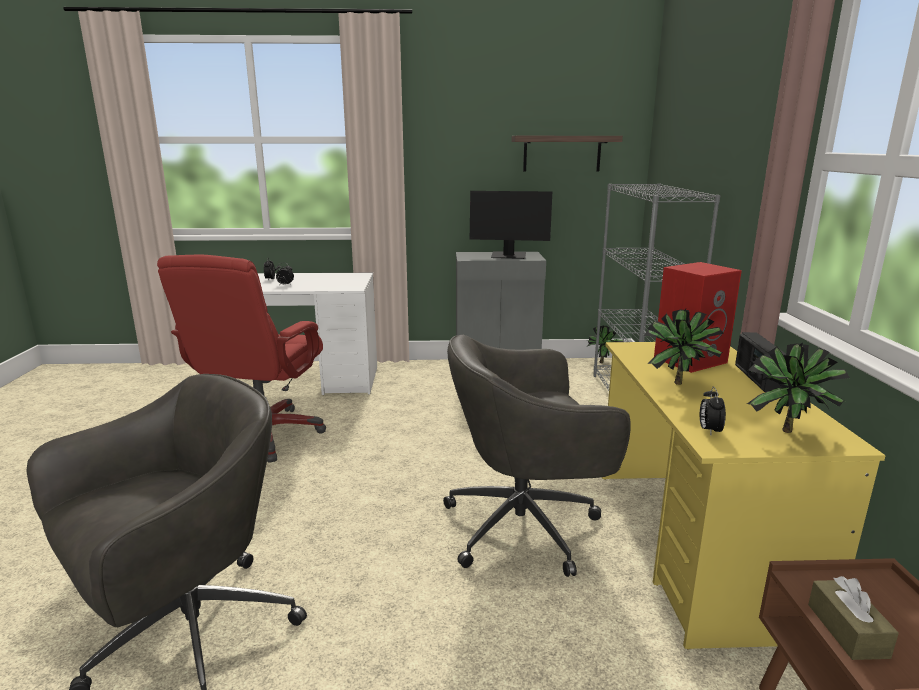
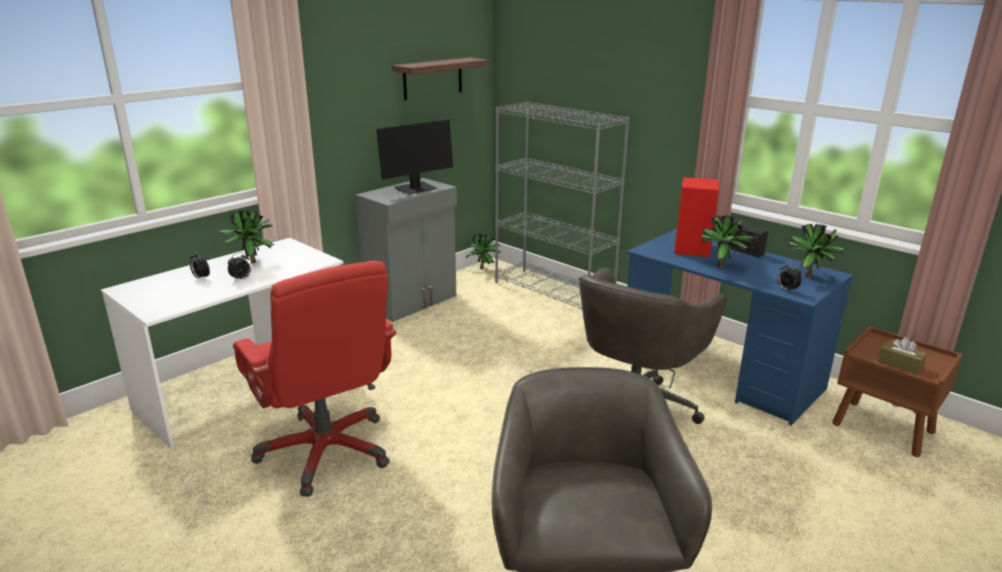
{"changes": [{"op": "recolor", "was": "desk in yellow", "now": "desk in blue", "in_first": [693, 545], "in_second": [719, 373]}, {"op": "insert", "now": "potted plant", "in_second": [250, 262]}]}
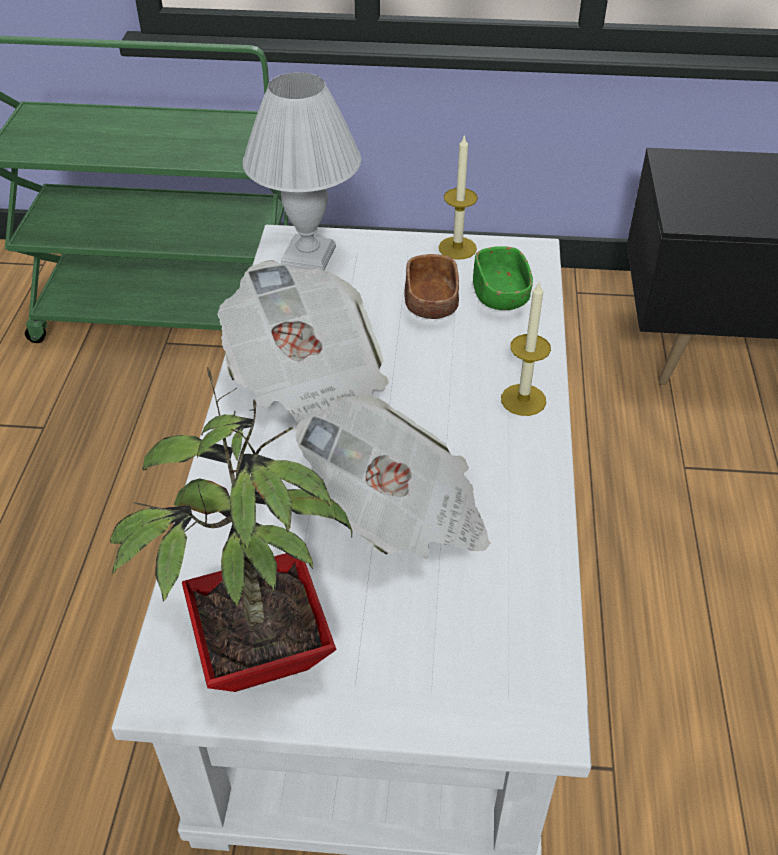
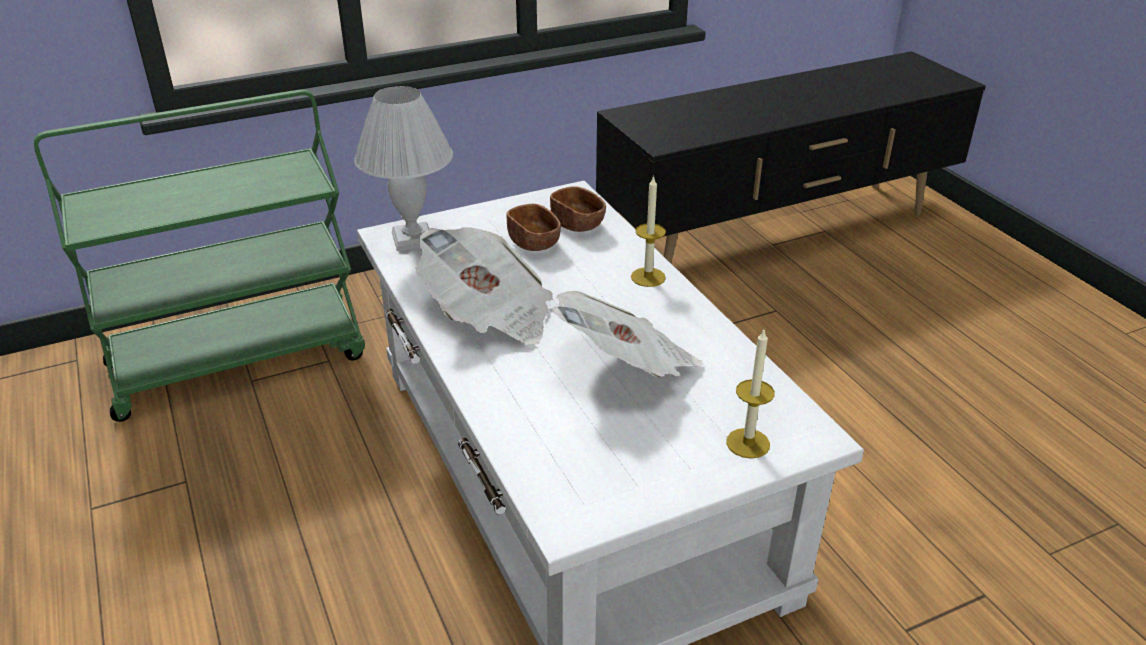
{"changes": [{"op": "move", "was": "candle", "in_first": [457, 248], "in_second": [748, 443]}, {"op": "recolor", "was": "bowl in green", "now": "bowl in brown", "in_first": [500, 296], "in_second": [577, 224]}, {"op": "delete", "was": "potted plant", "in_first": [255, 654]}]}
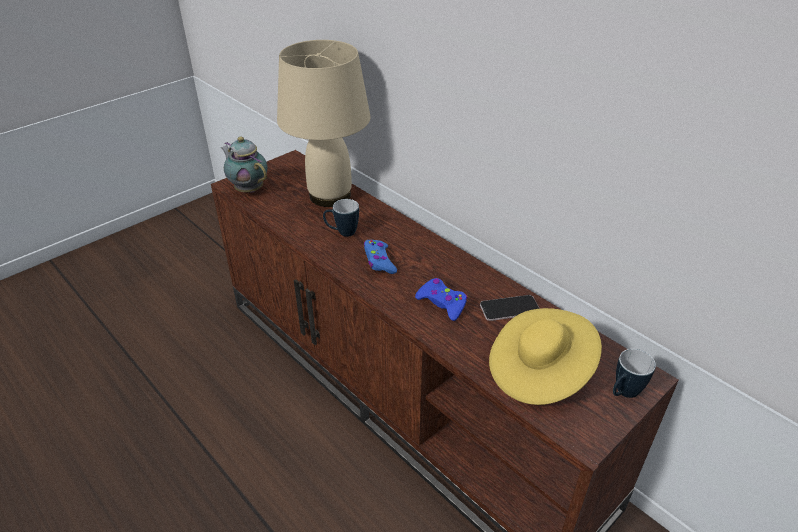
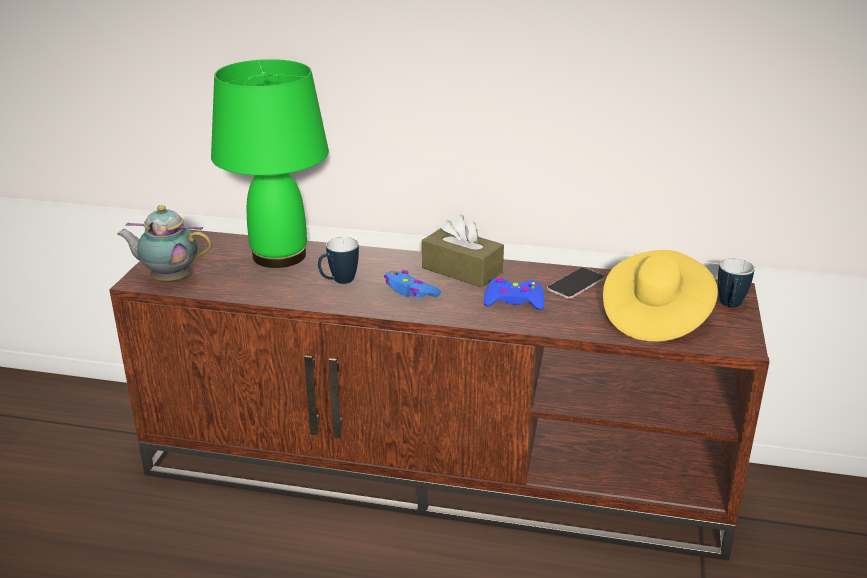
{"changes": [{"op": "recolor", "was": "table lamp in beige", "now": "table lamp in green", "in_first": [331, 196], "in_second": [280, 256]}, {"op": "insert", "now": "tissue box in brown", "in_second": [462, 270]}]}
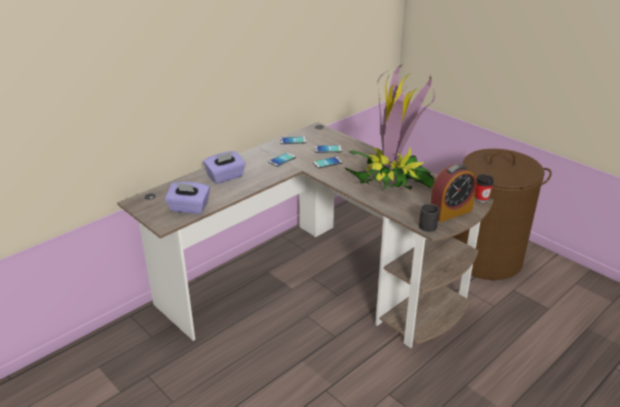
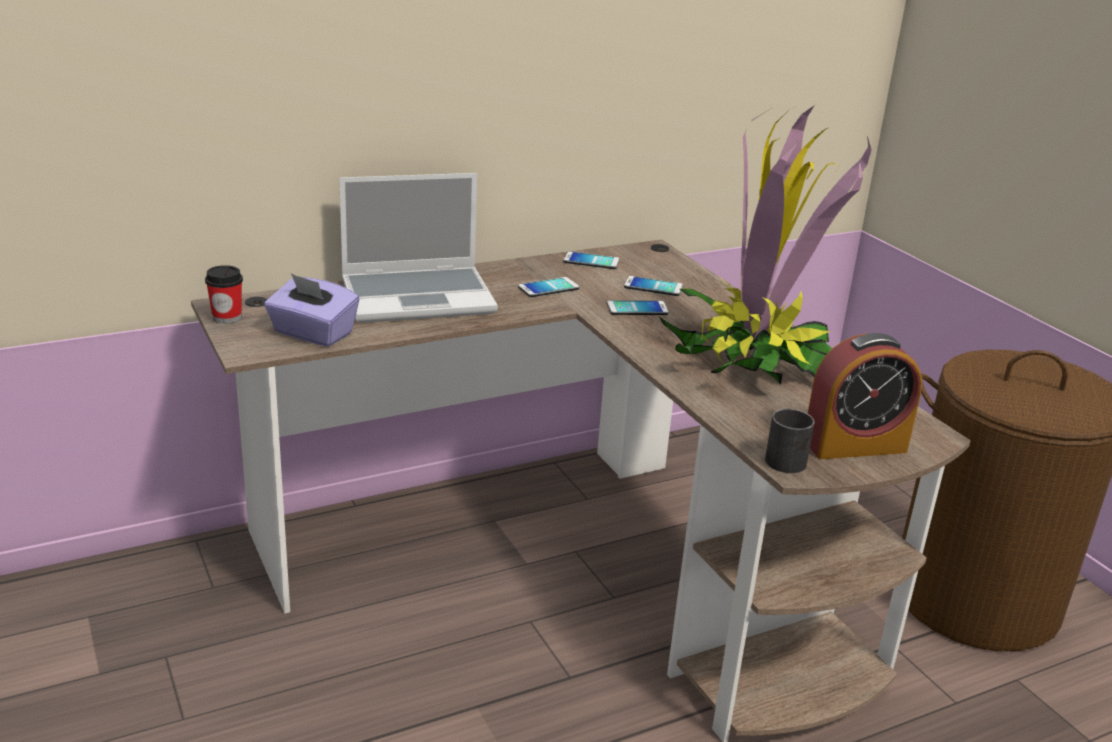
{"changes": [{"op": "replace", "was": "tissue box in purple", "now": "laptop", "in_first": [226, 177], "in_second": [419, 296]}, {"op": "move", "was": "cup", "in_first": [481, 199], "in_second": [227, 318]}]}
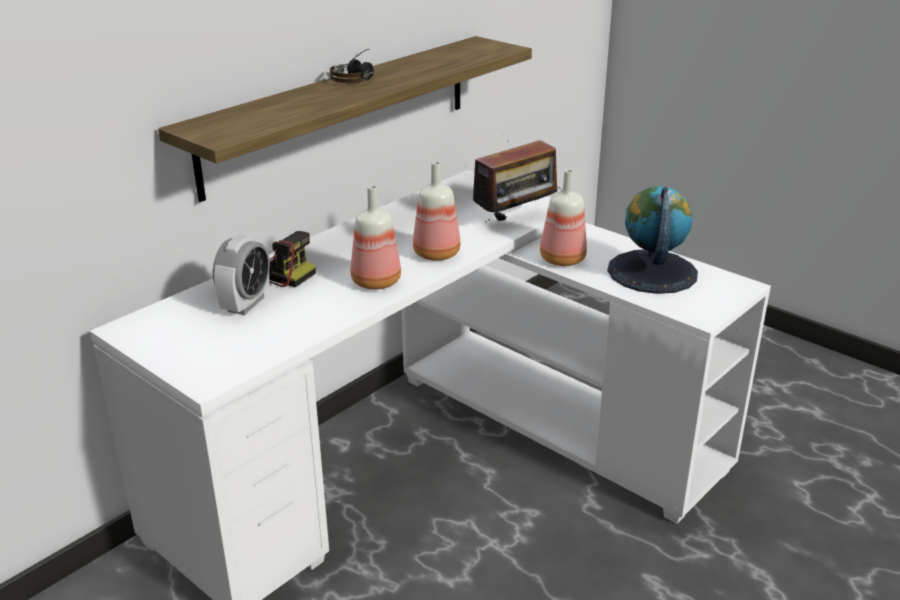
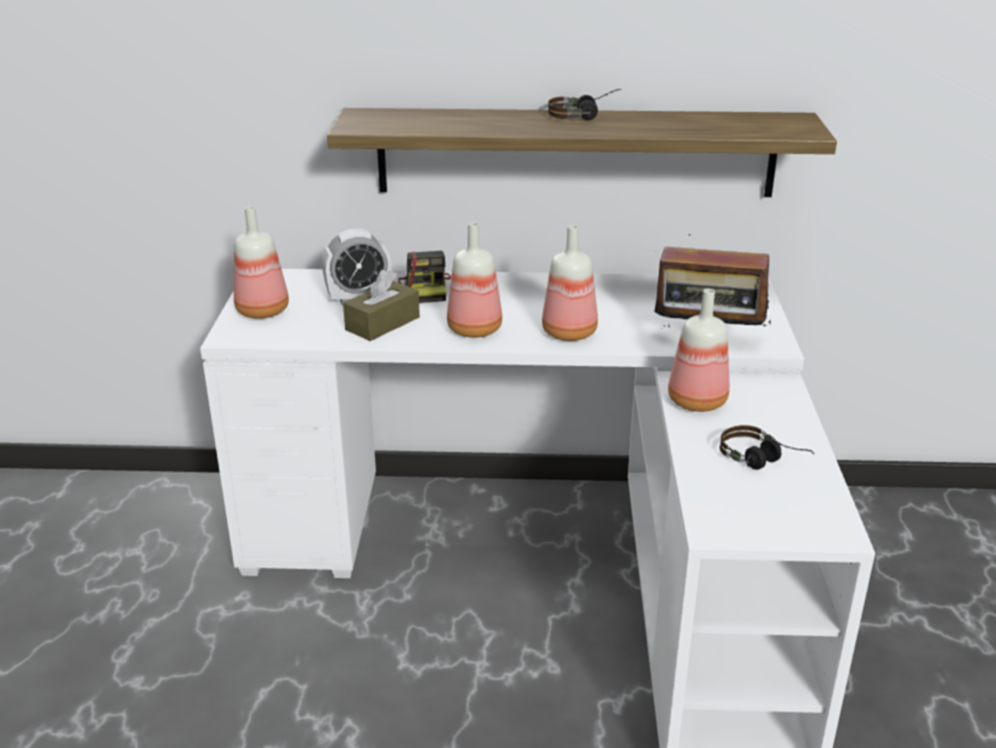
{"changes": [{"op": "replace", "was": "globe", "now": "headphones", "in_first": [651, 272], "in_second": [763, 461]}, {"op": "insert", "now": "bottle", "in_second": [264, 310]}, {"op": "insert", "now": "tissue box in brown", "in_second": [382, 323]}]}
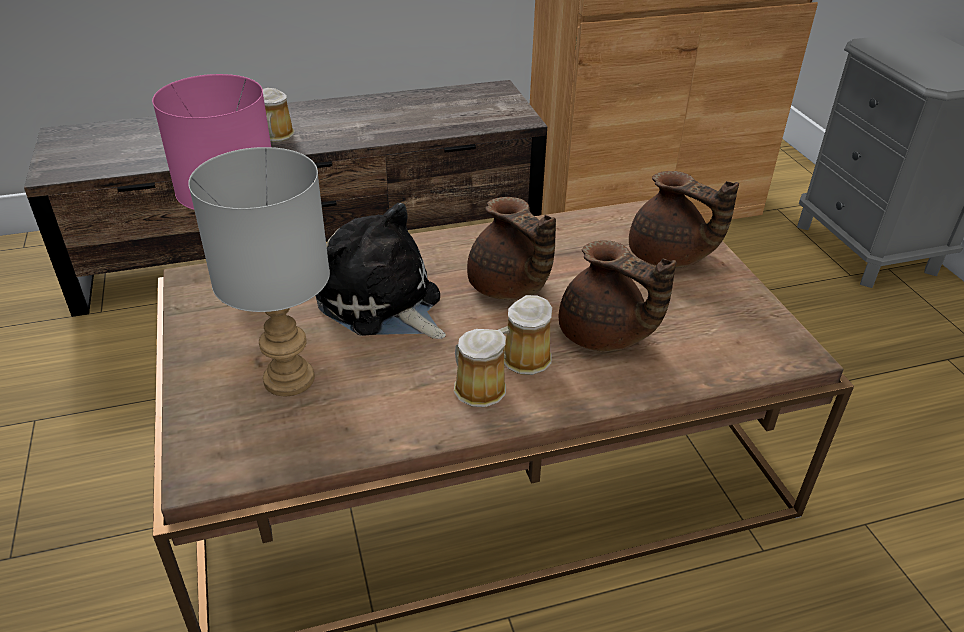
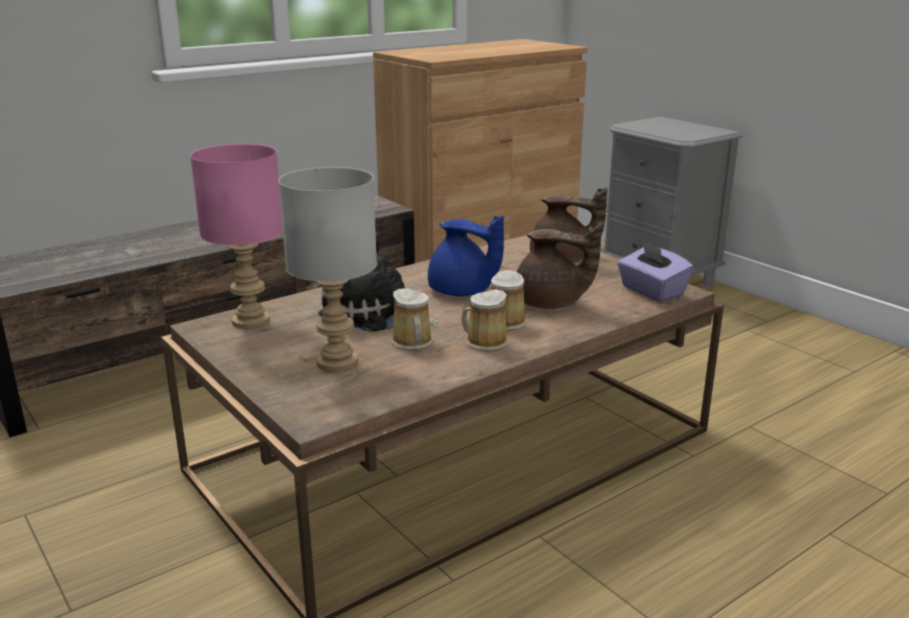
{"changes": [{"op": "move", "was": "mug", "in_first": [276, 136], "in_second": [413, 343]}, {"op": "recolor", "was": "teapot in brown", "now": "teapot in blue", "in_first": [509, 288], "in_second": [462, 292]}, {"op": "insert", "now": "tissue box in purple", "in_second": [651, 292]}]}
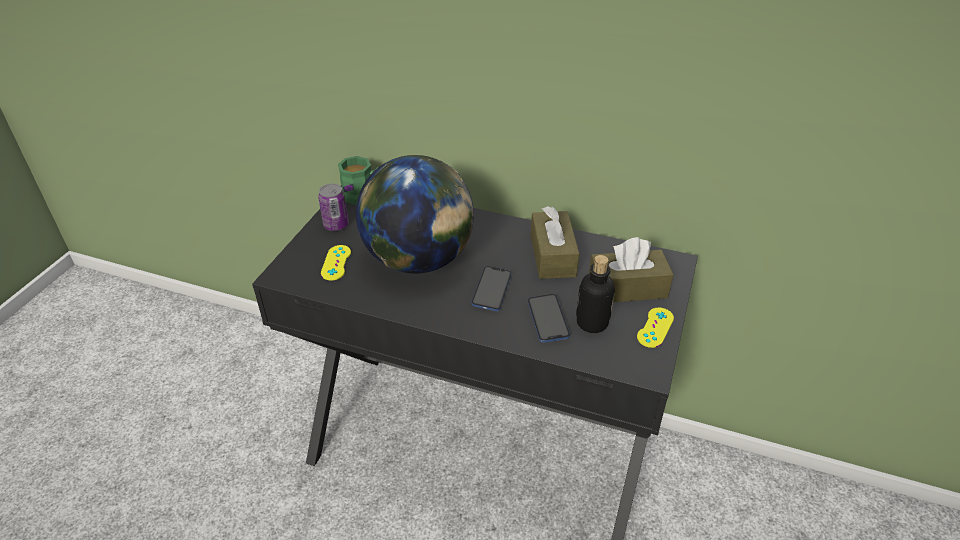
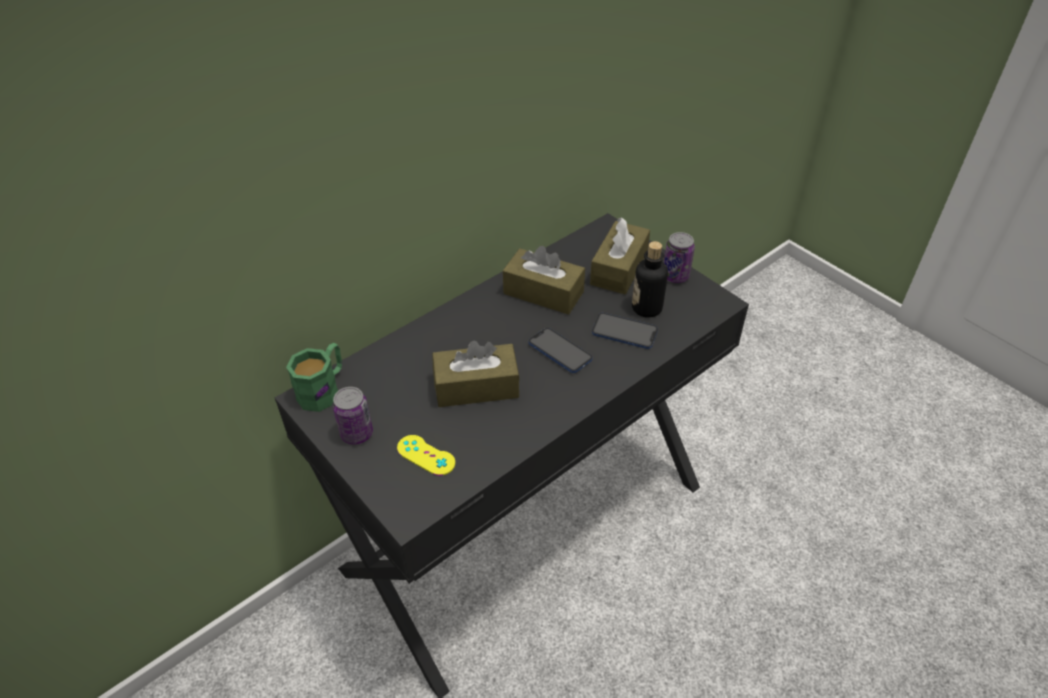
{"changes": [{"op": "replace", "was": "globe", "now": "tissue box in brown", "in_first": [418, 260], "in_second": [476, 387]}, {"op": "replace", "was": "game controller in yellow", "now": "can", "in_first": [655, 327], "in_second": [675, 276]}]}
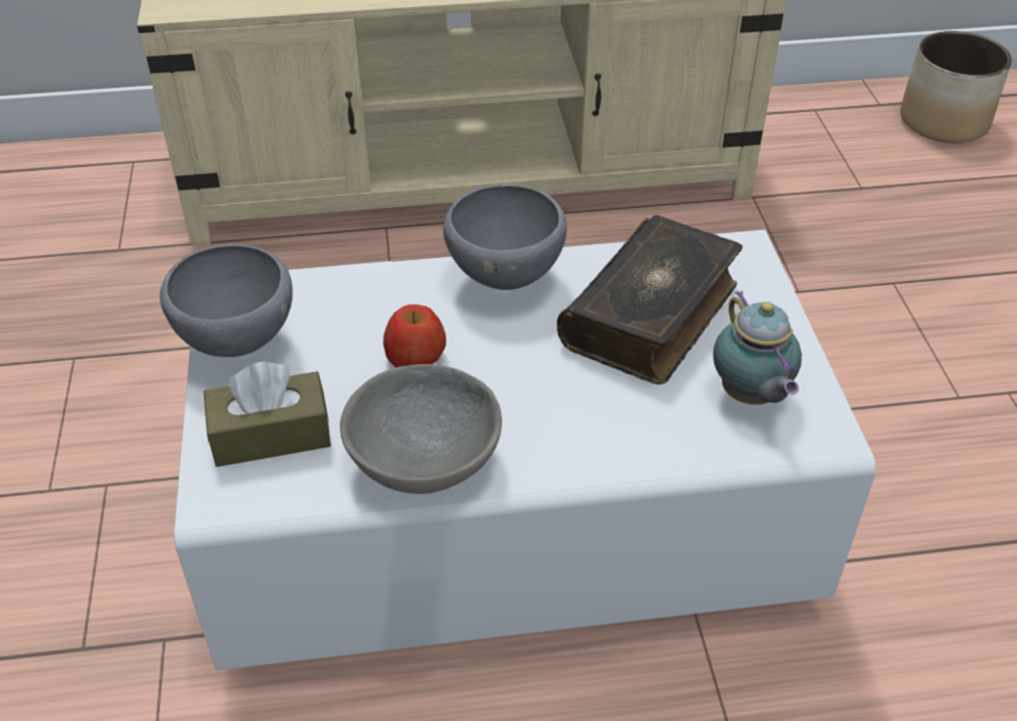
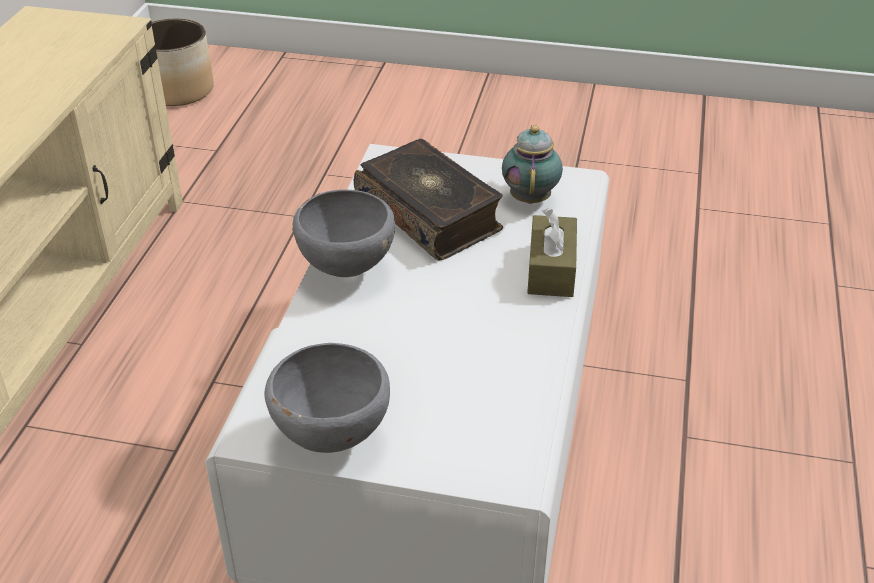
{"changes": [{"op": "rotate", "was": "teapot", "in_first": [750, 396], "in_second": [530, 197], "clockwise": -90}, {"op": "delete", "was": "apple", "in_first": [415, 358]}, {"op": "move", "was": "tissue box in brown", "in_first": [271, 435], "in_second": [551, 270]}, {"op": "delete", "was": "bowl in grey", "in_first": [426, 458]}]}
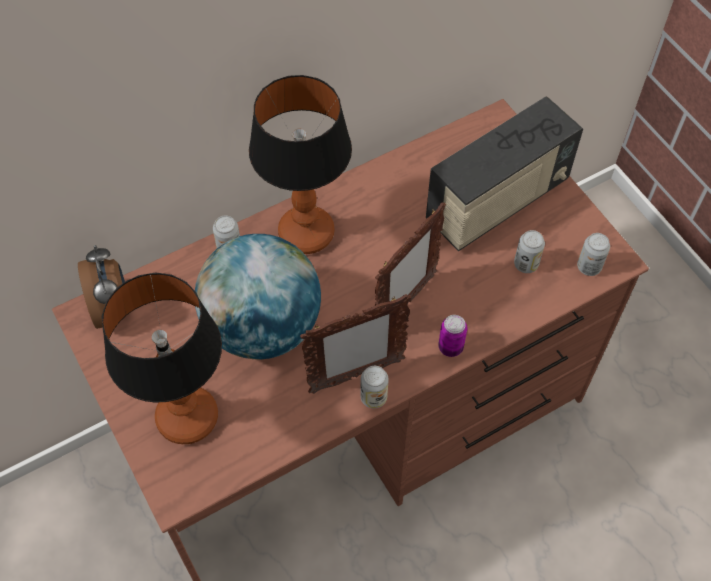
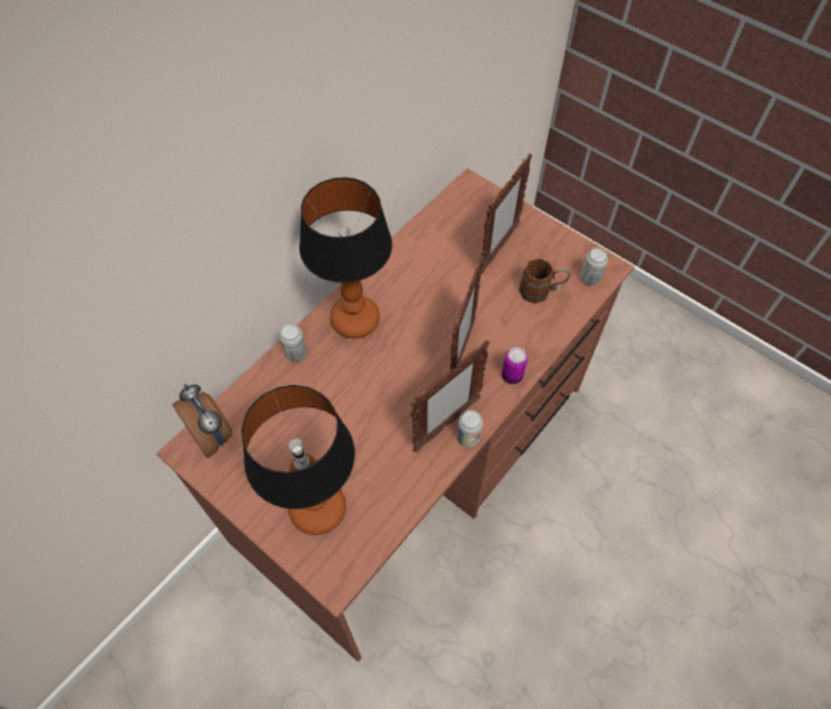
{"changes": [{"op": "replace", "was": "radio", "now": "picture frame", "in_first": [497, 202], "in_second": [498, 249]}, {"op": "replace", "was": "can", "now": "mug in brown", "in_first": [526, 264], "in_second": [541, 291]}, {"op": "delete", "was": "globe", "in_first": [262, 326]}]}
